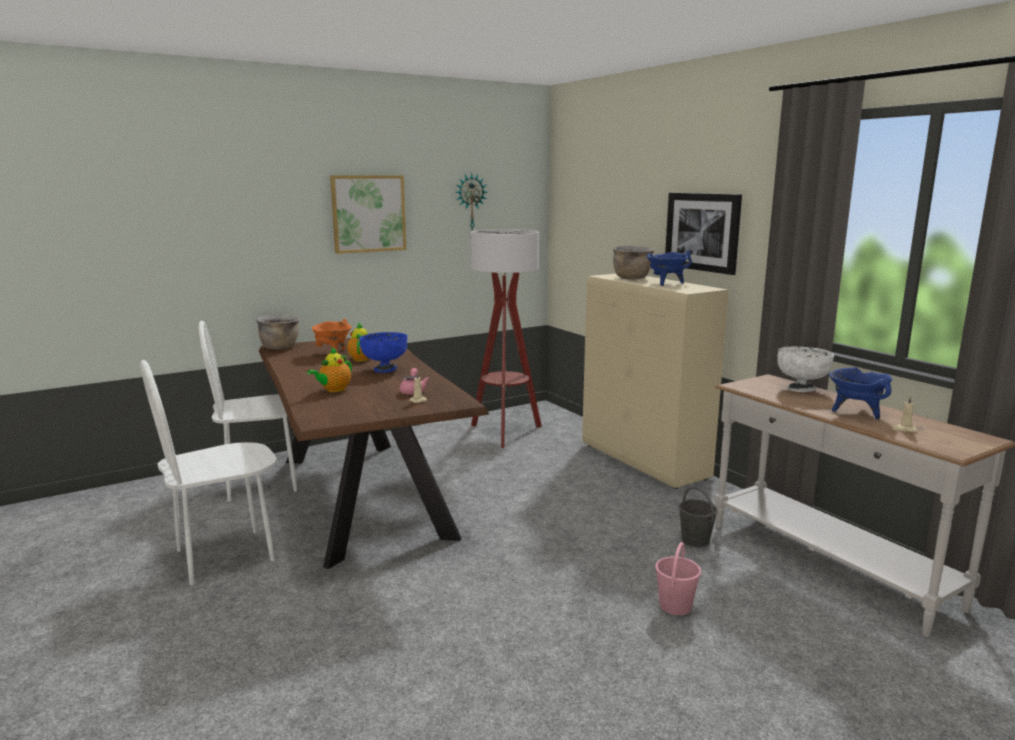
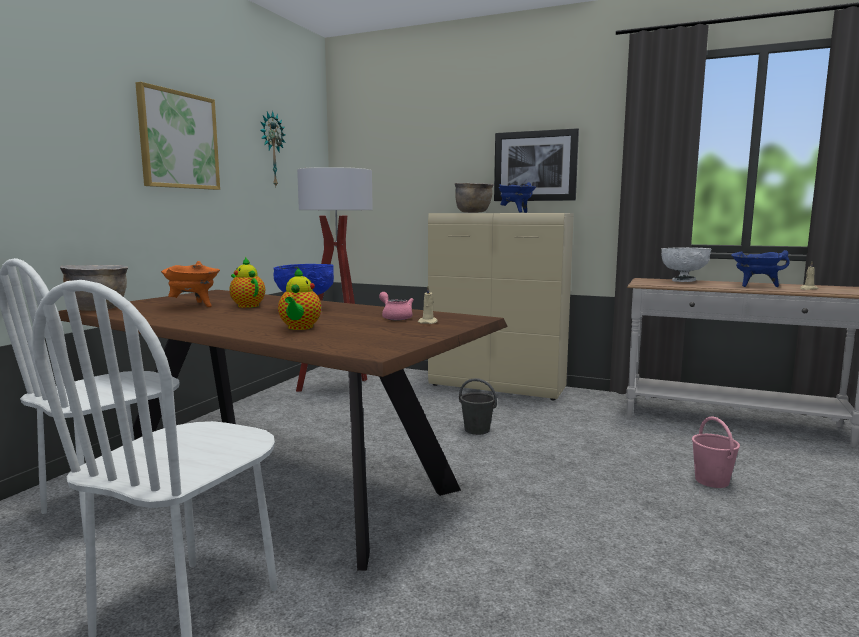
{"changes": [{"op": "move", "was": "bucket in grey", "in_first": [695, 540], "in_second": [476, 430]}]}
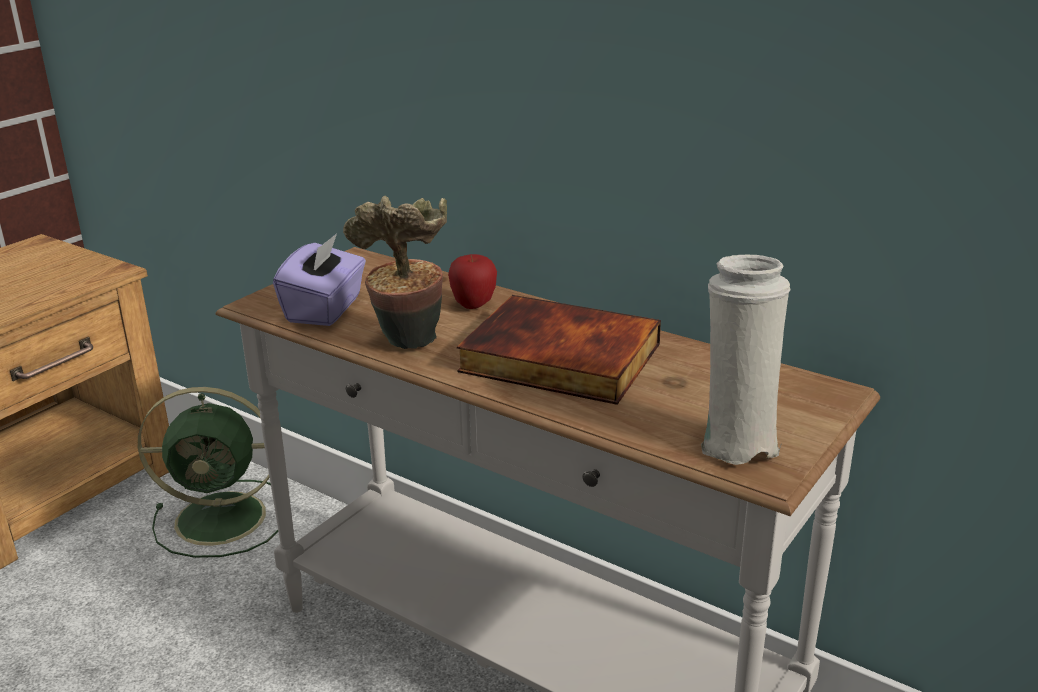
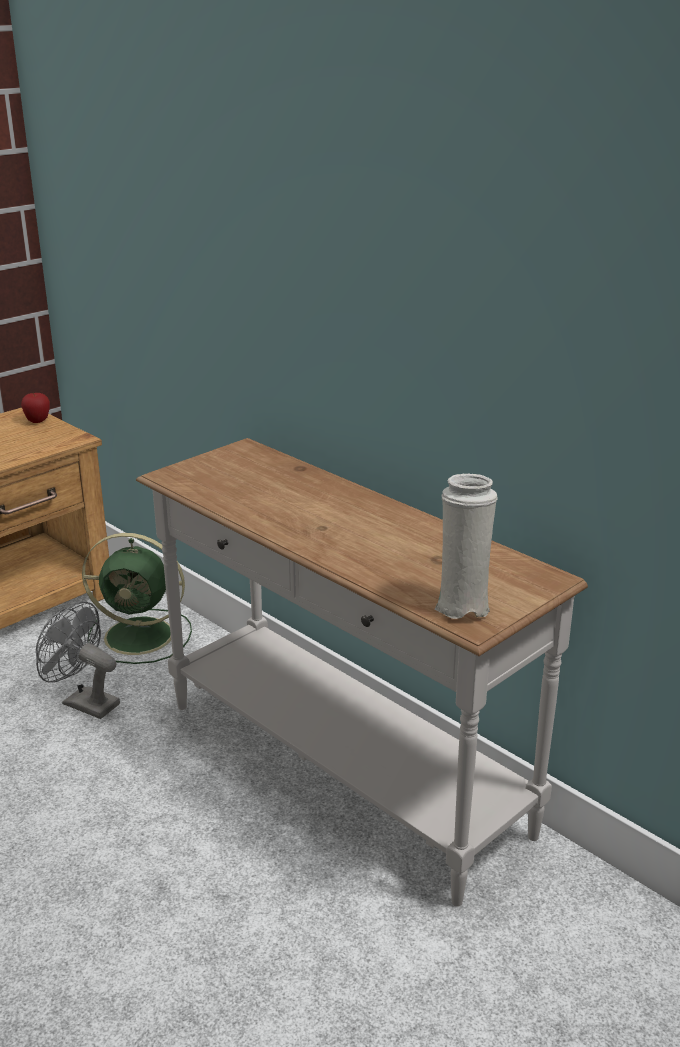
{"changes": [{"op": "delete", "was": "potted plant", "in_first": [407, 344]}, {"op": "delete", "was": "tissue box in purple", "in_first": [325, 309]}, {"op": "move", "was": "apple", "in_first": [473, 305], "in_second": [38, 421]}, {"op": "delete", "was": "book", "in_first": [558, 359]}, {"op": "insert", "now": "fan in grey", "in_second": [84, 702]}]}
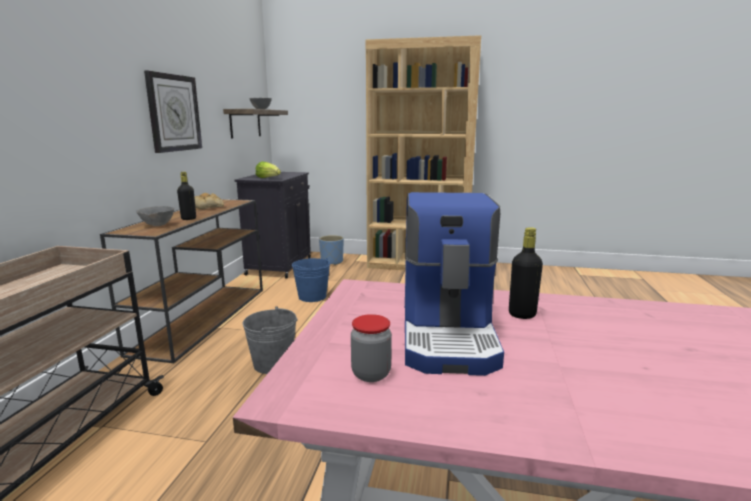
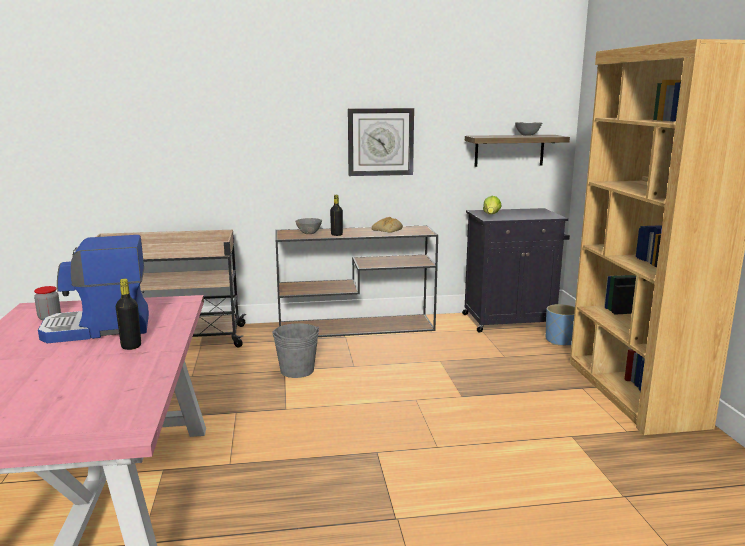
{"changes": [{"op": "delete", "was": "bucket in blue", "in_first": [312, 296]}]}
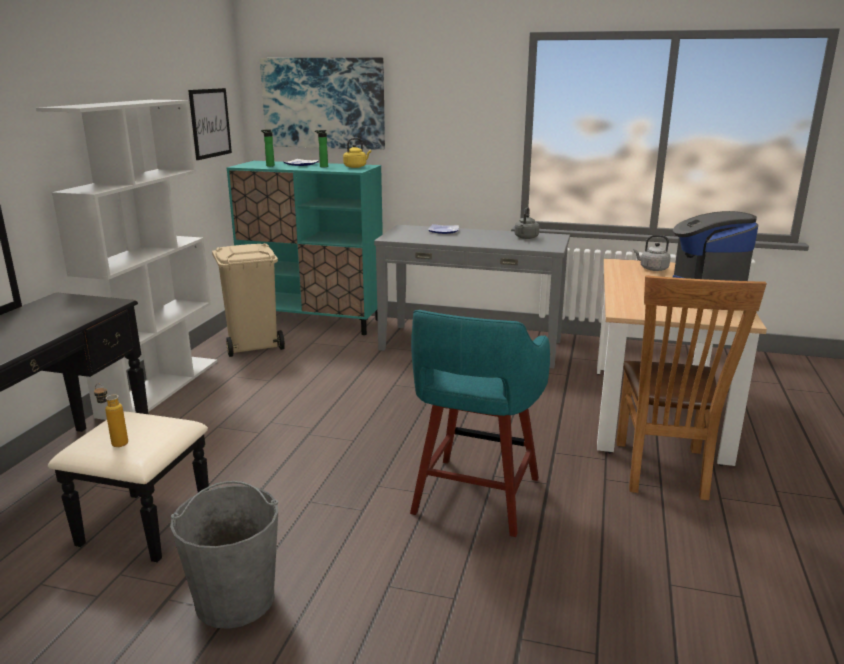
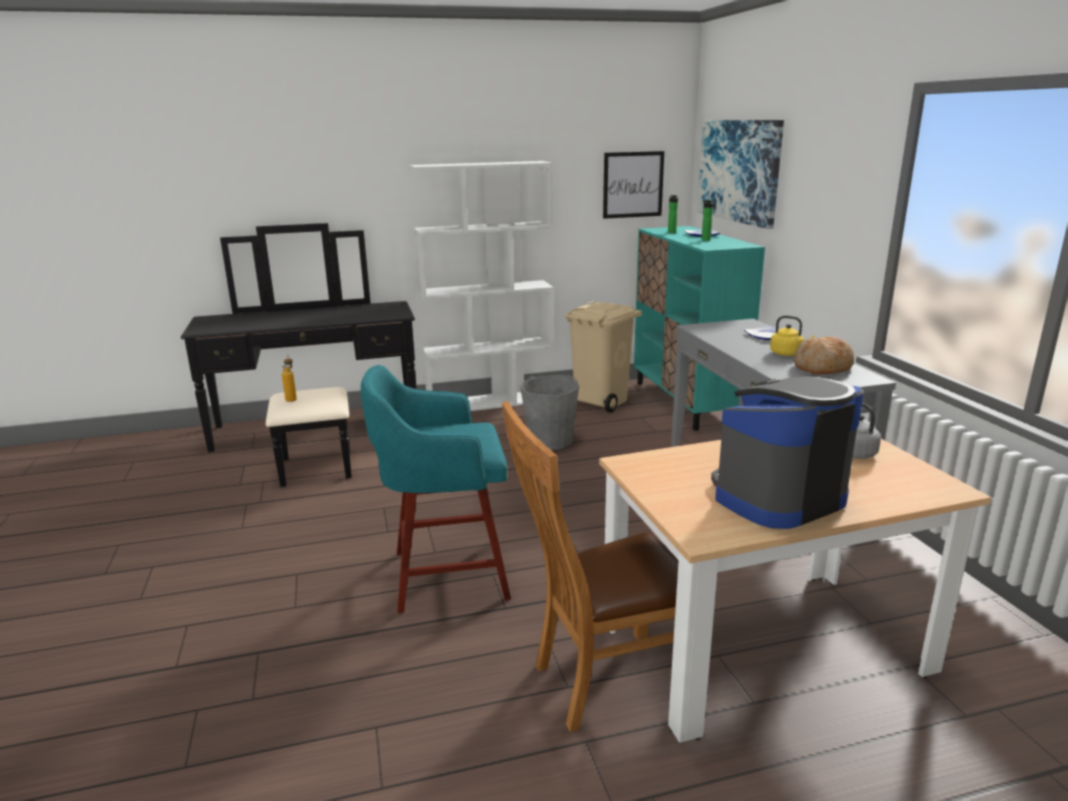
{"changes": [{"op": "move", "was": "kettle in yellow", "in_first": [356, 167], "in_second": [788, 354]}, {"op": "replace", "was": "kettle in grey", "now": "bread", "in_first": [526, 238], "in_second": [822, 368]}, {"op": "move", "was": "bucket in grey", "in_first": [235, 598], "in_second": [550, 440]}]}
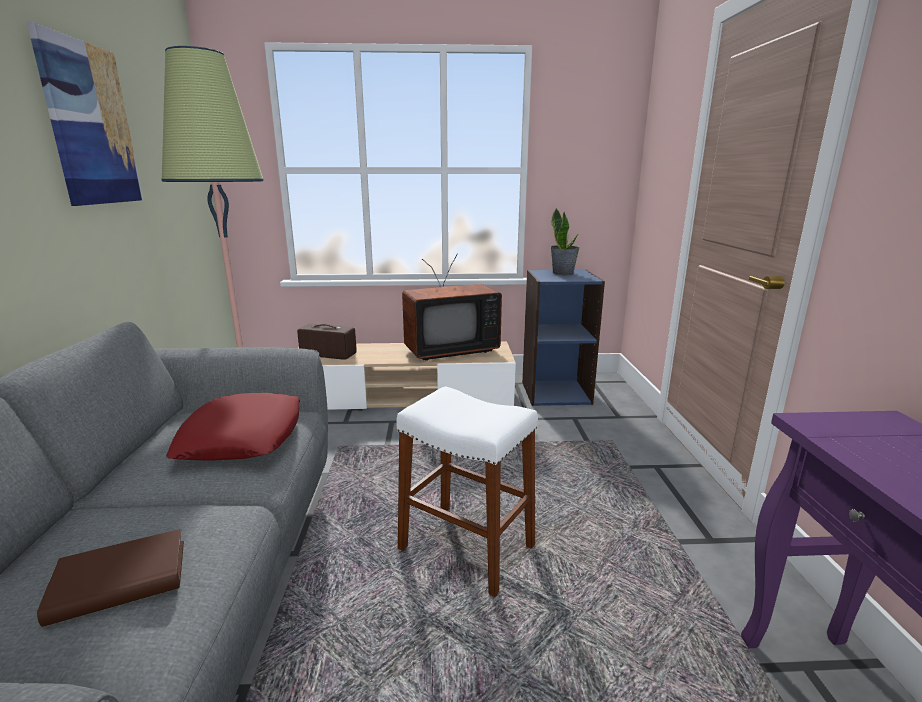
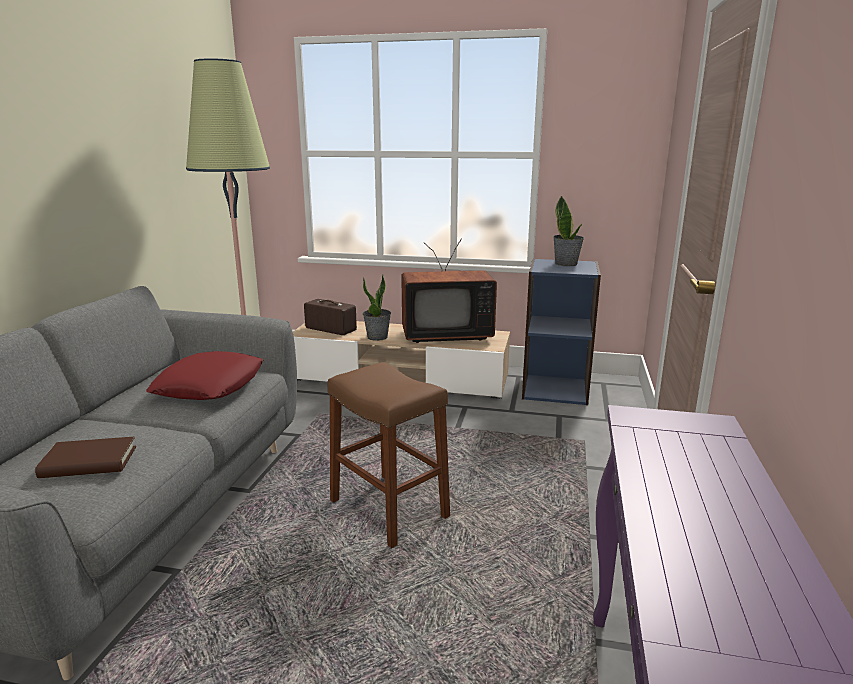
{"changes": [{"op": "delete", "was": "picture", "in_first": [90, 124]}, {"op": "recolor", "was": "stool in white", "now": "stool in brown", "in_first": [466, 548], "in_second": [388, 509]}, {"op": "insert", "now": "potted plant", "in_second": [377, 337]}]}
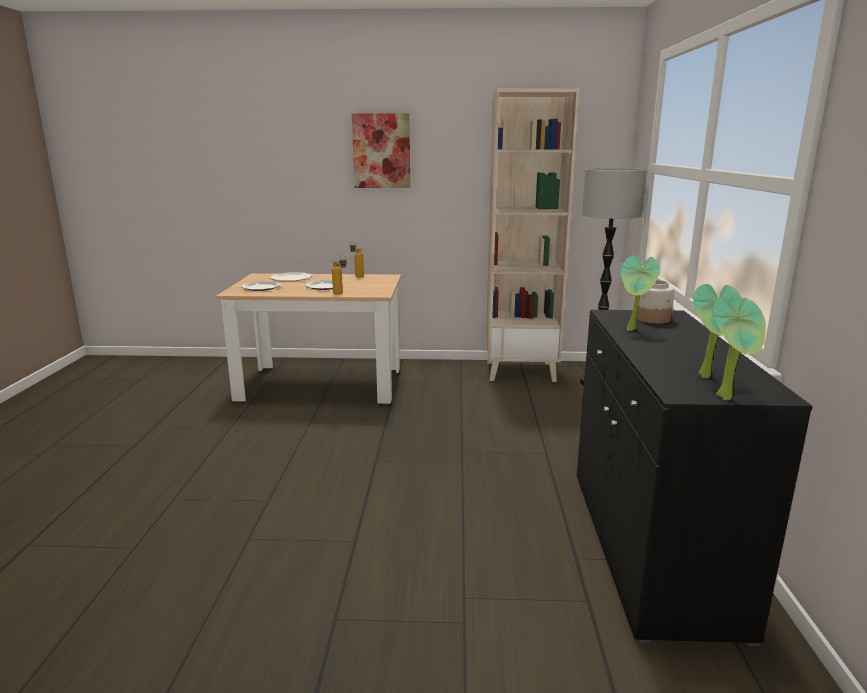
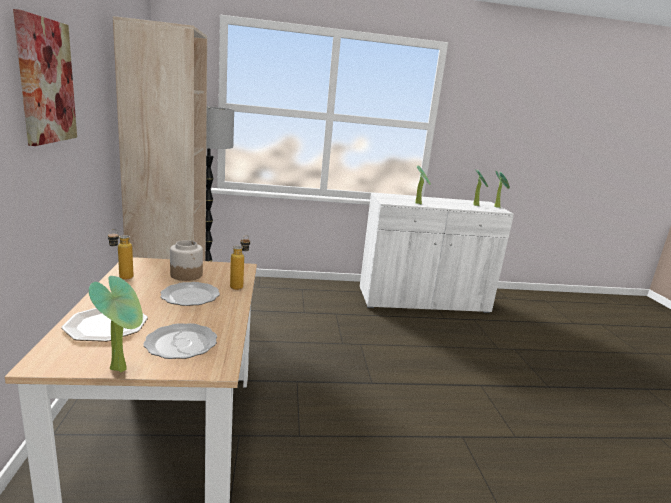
{"changes": [{"op": "move", "was": "jar", "in_first": [652, 319], "in_second": [186, 275]}, {"op": "recolor", "was": "cabinet in black", "now": "cabinet in white", "in_first": [649, 546], "in_second": [423, 301]}, {"op": "insert", "now": "potted plant", "in_second": [122, 367]}]}
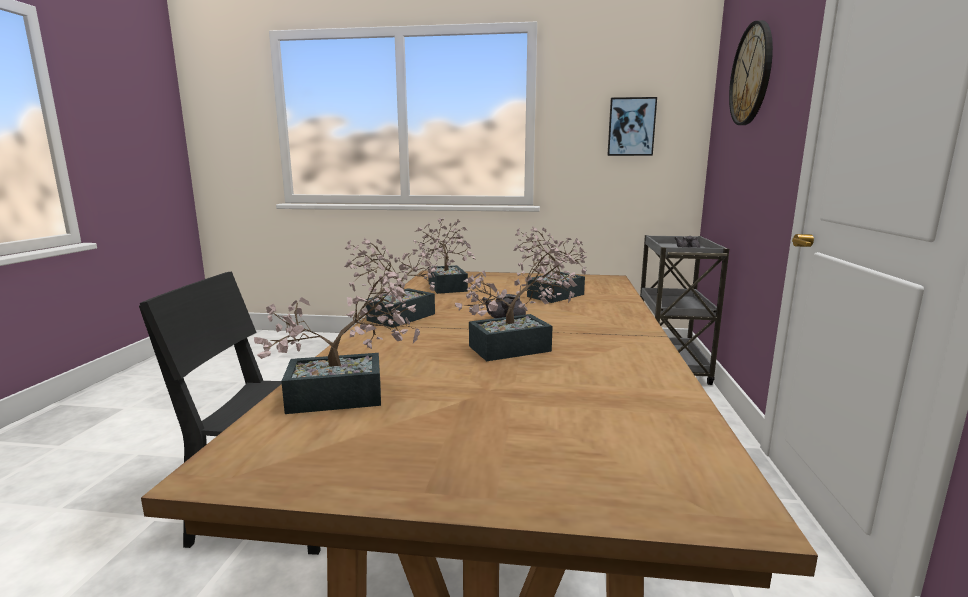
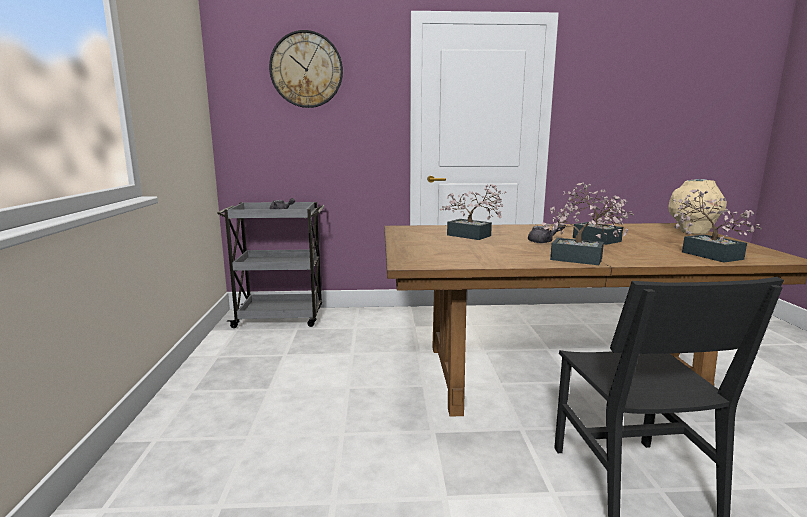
{"changes": [{"op": "delete", "was": "picture", "in_first": [631, 127]}, {"op": "delete", "was": "potted plant", "in_first": [446, 285]}, {"op": "insert", "now": "vase in beige", "in_second": [693, 232]}]}
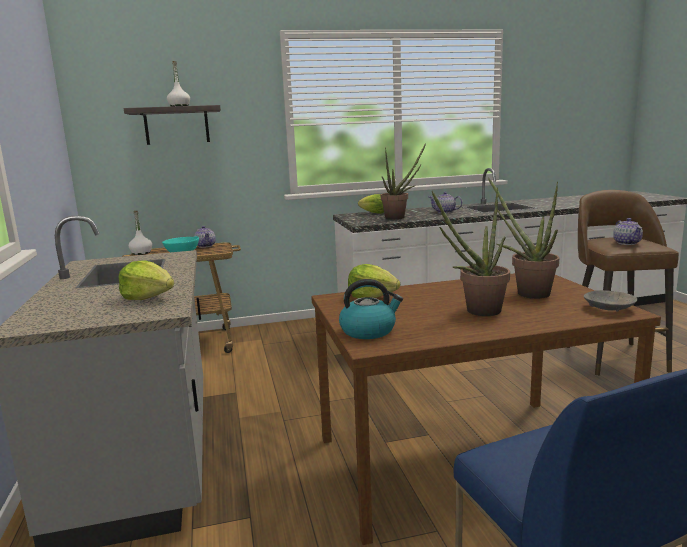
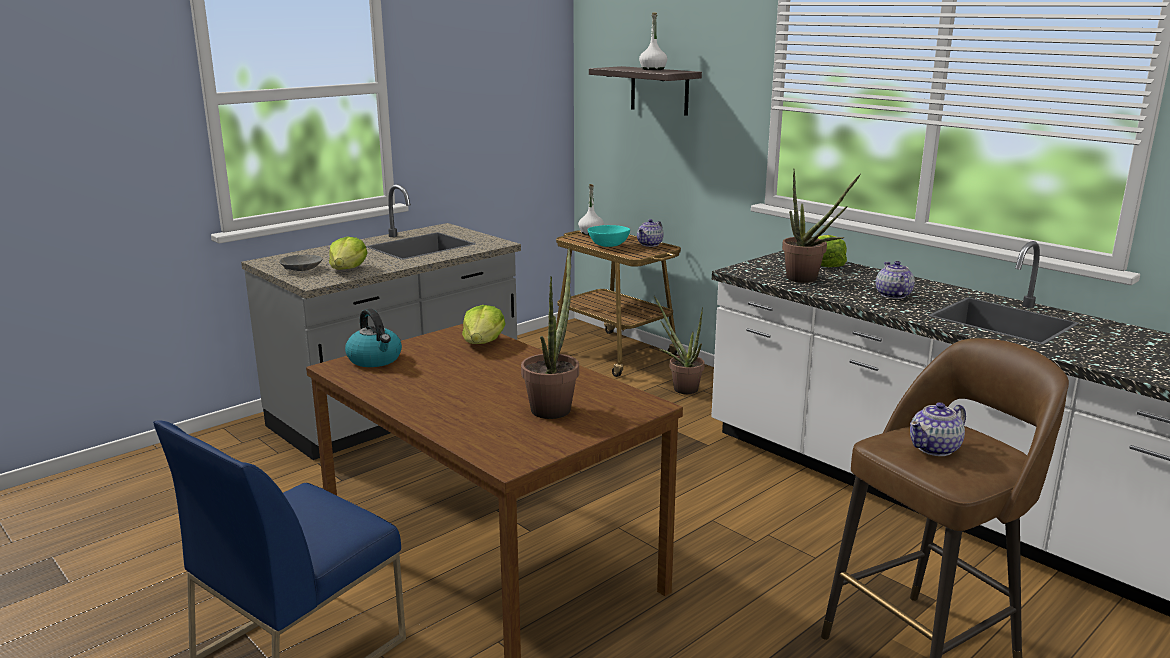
{"changes": [{"op": "move", "was": "potted plant", "in_first": [477, 312], "in_second": [681, 388]}, {"op": "move", "was": "bowl in grey", "in_first": [609, 308], "in_second": [302, 269]}]}
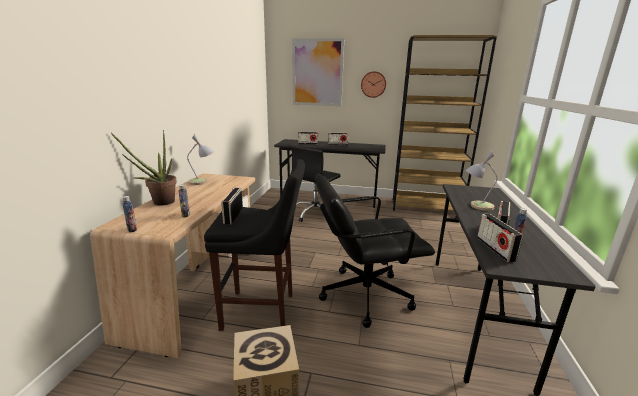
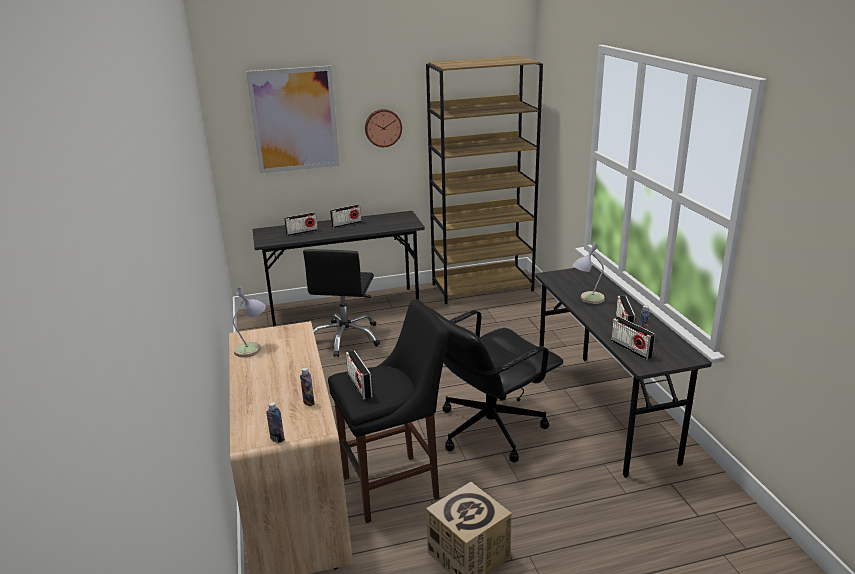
{"changes": [{"op": "delete", "was": "potted plant", "in_first": [159, 203]}]}
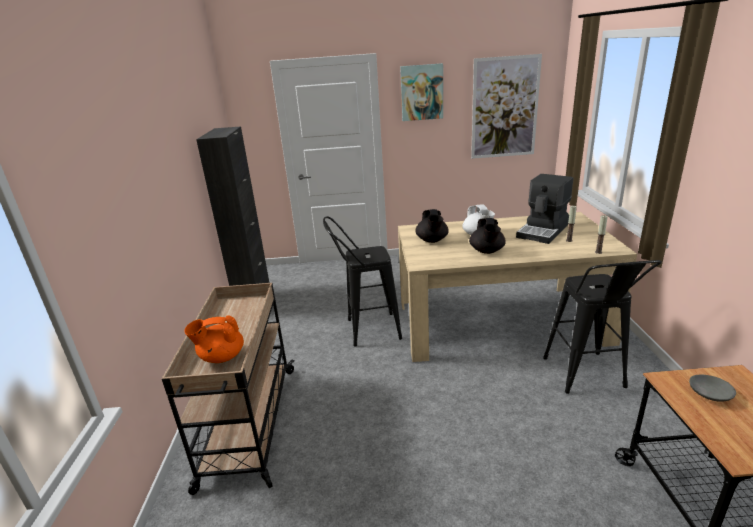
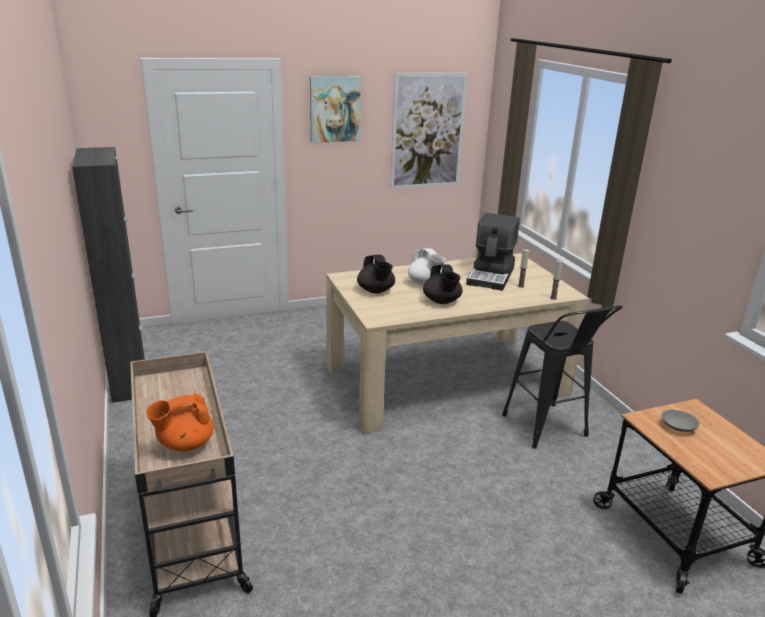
{"changes": [{"op": "delete", "was": "stool in black", "in_first": [366, 330]}]}
